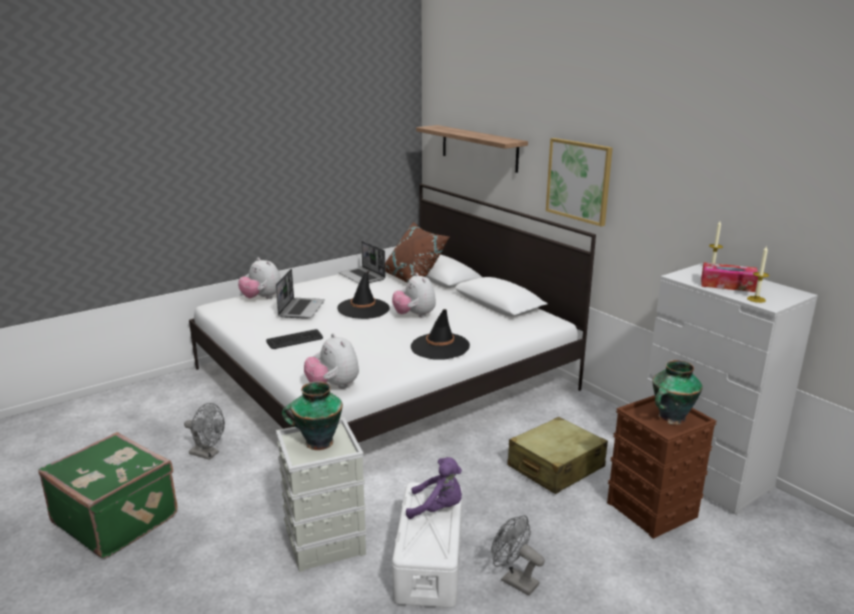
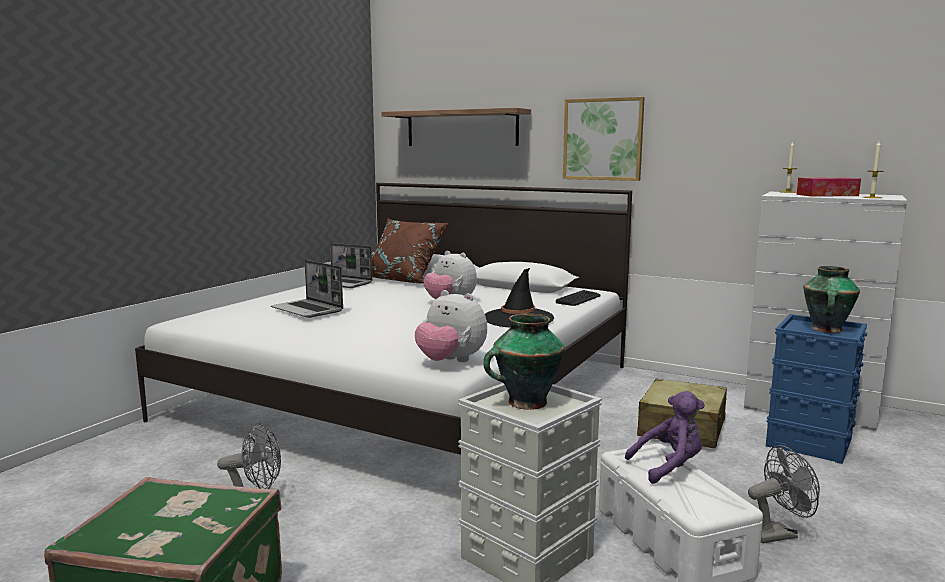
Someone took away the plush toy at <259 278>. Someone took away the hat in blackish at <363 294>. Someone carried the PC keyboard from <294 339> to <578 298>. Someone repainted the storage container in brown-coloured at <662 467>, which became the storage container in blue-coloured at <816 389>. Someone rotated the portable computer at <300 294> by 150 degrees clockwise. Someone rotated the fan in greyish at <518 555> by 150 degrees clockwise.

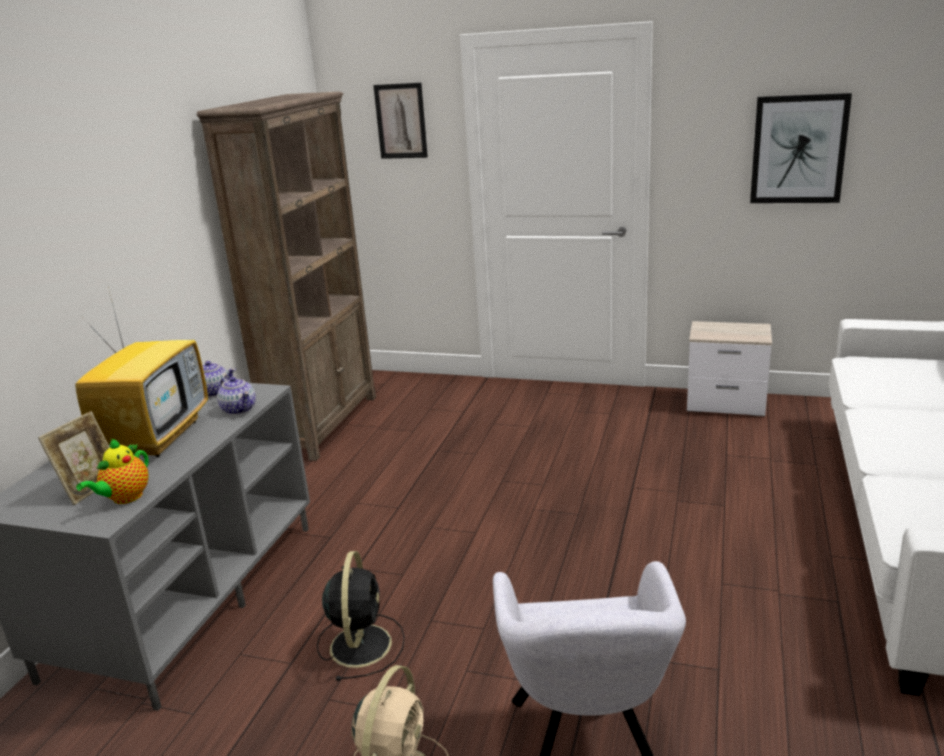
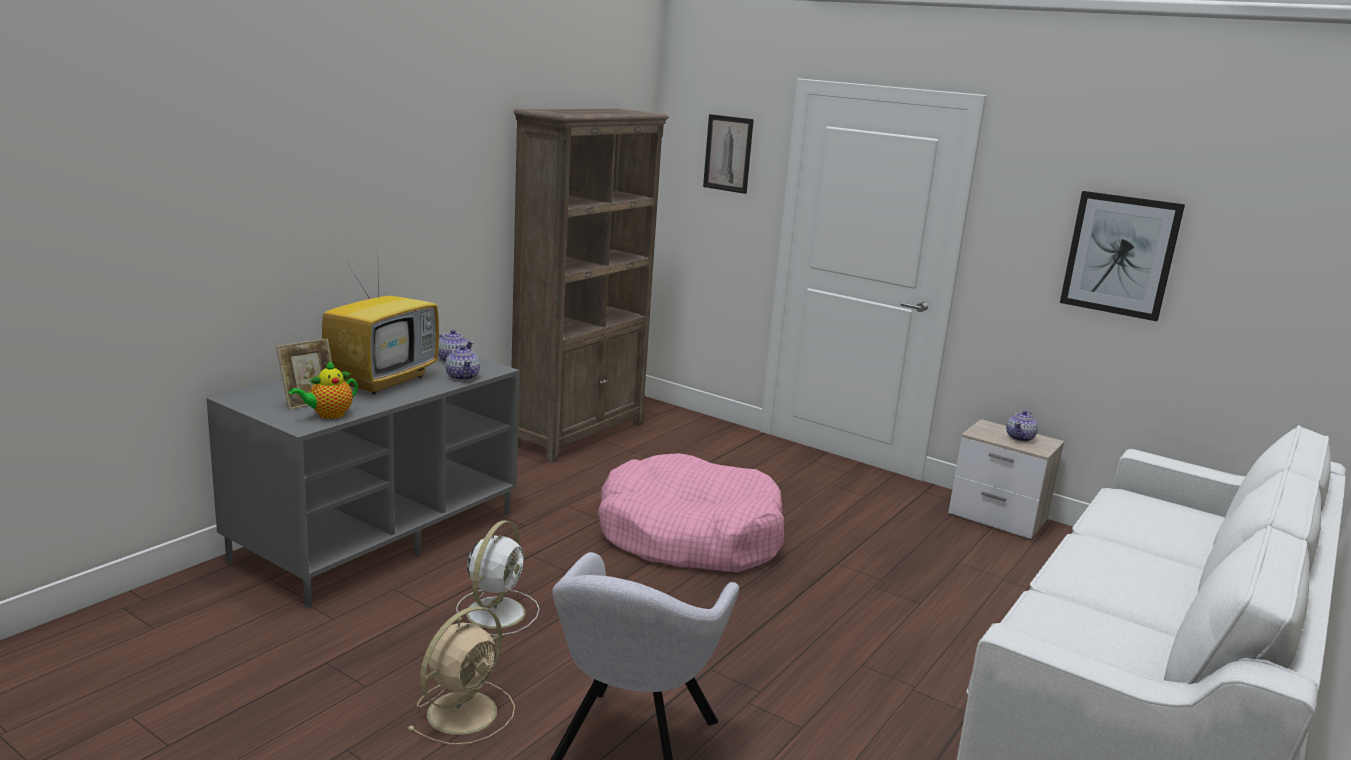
Someone put down the dog bed in pink at <691 513>. Someone put down the pot for tea at <1022 426>. Someone repainted the fan in blackish at <361 616>, which became the fan in white-coloured at <498 577>.

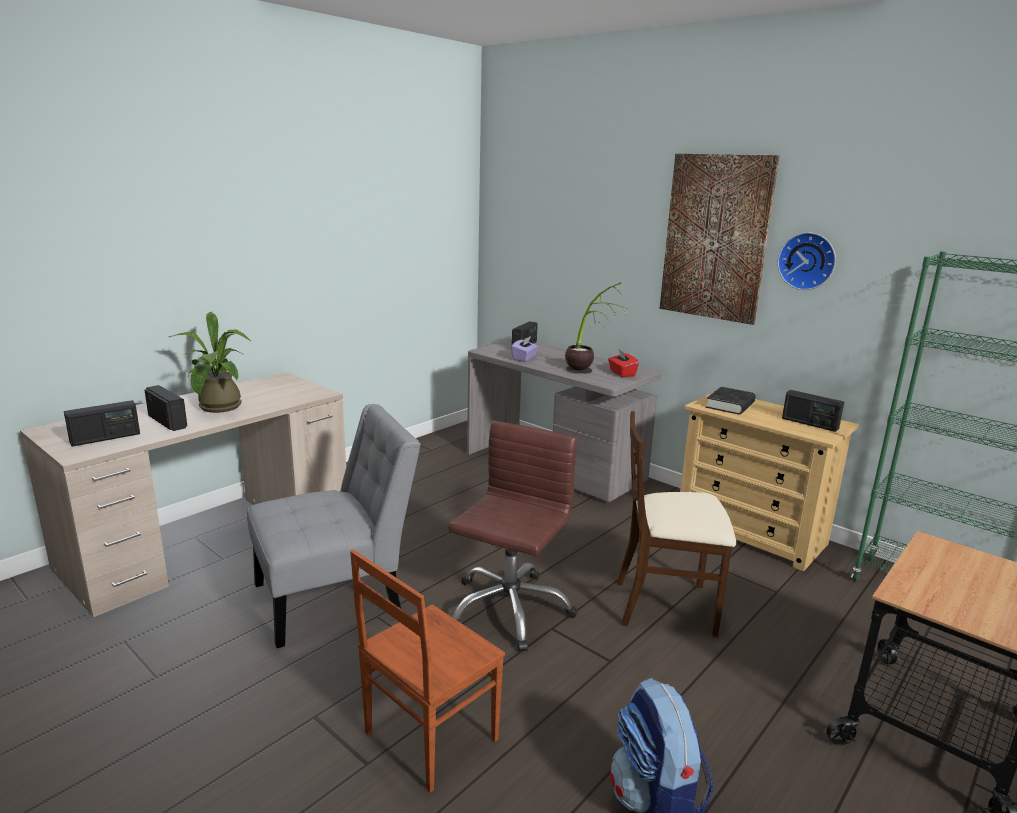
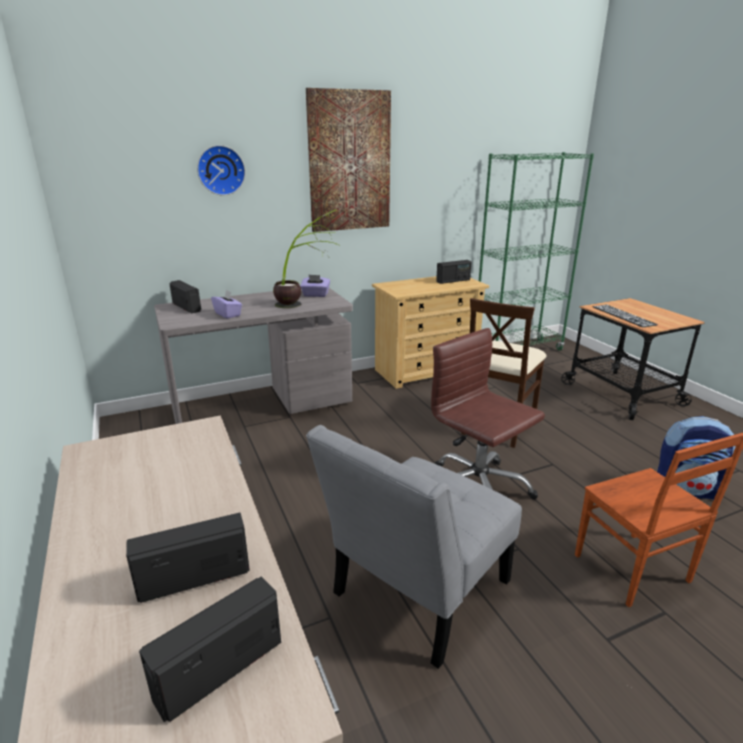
Someone took away the houseplant at <210 362>. Someone took away the volume in blackish at <730 401>. Someone put down the PC keyboard at <625 316>. Someone carried the wall clock from <807 261> to <221 170>. Someone repainted the box of tissues in reddish at <623 363>, which became the box of tissues in purplish at <315 285>. Someone rotated the radio receiver at <102 423> by 120 degrees counterclockwise. Someone rotated the upright chair in greyish at <334 526> by 135 degrees counterclockwise.

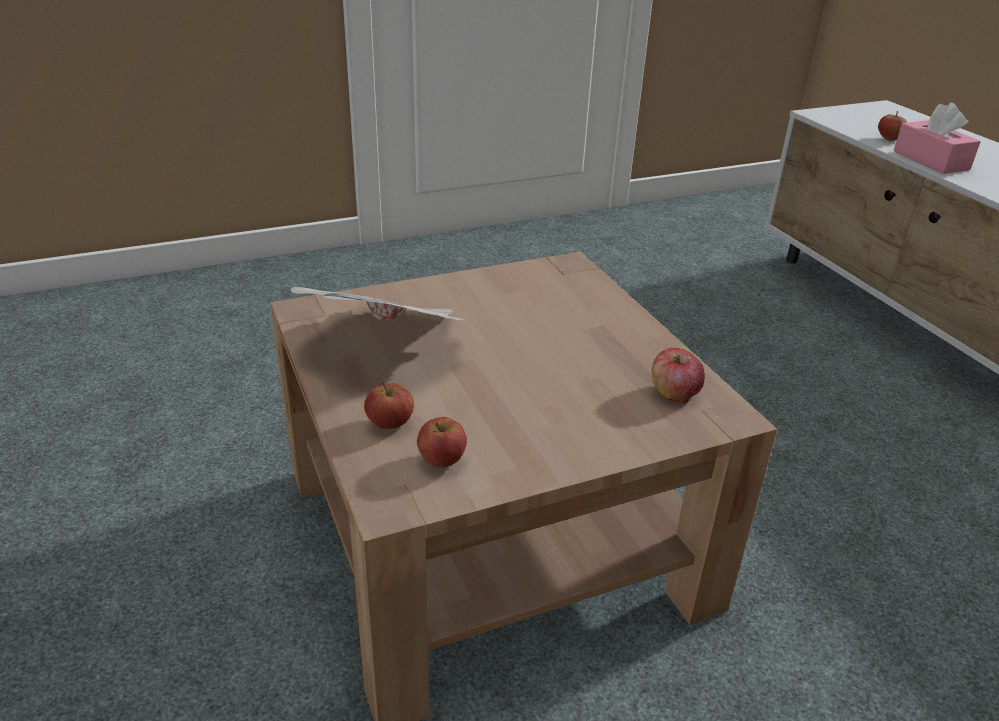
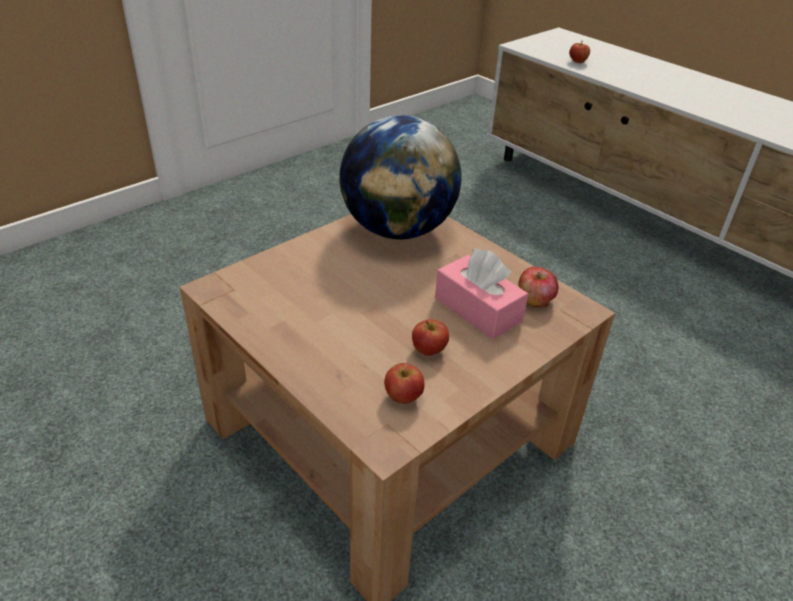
Someone took away the newspaper at <378 305>. Someone put down the globe at <400 177>. Someone carried the apple fruit from <389 405> to <430 337>. Someone carried the box of tissues in pink from <937 138> to <481 294>.

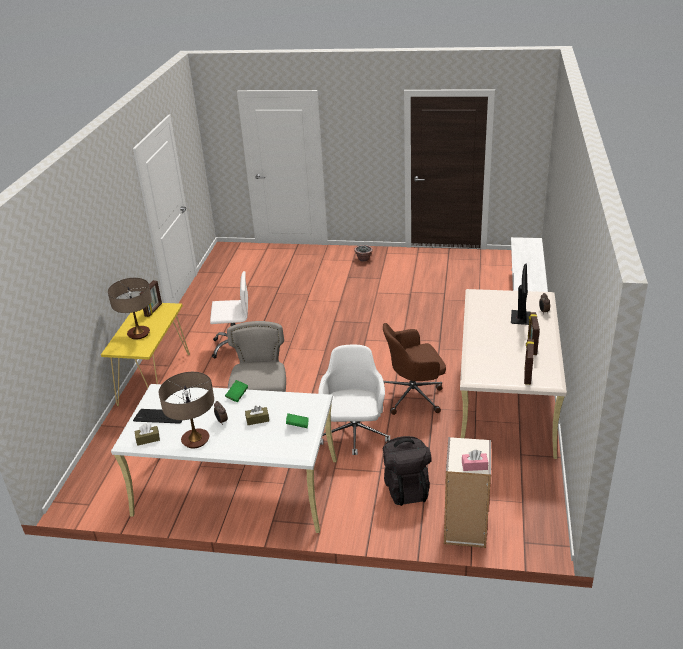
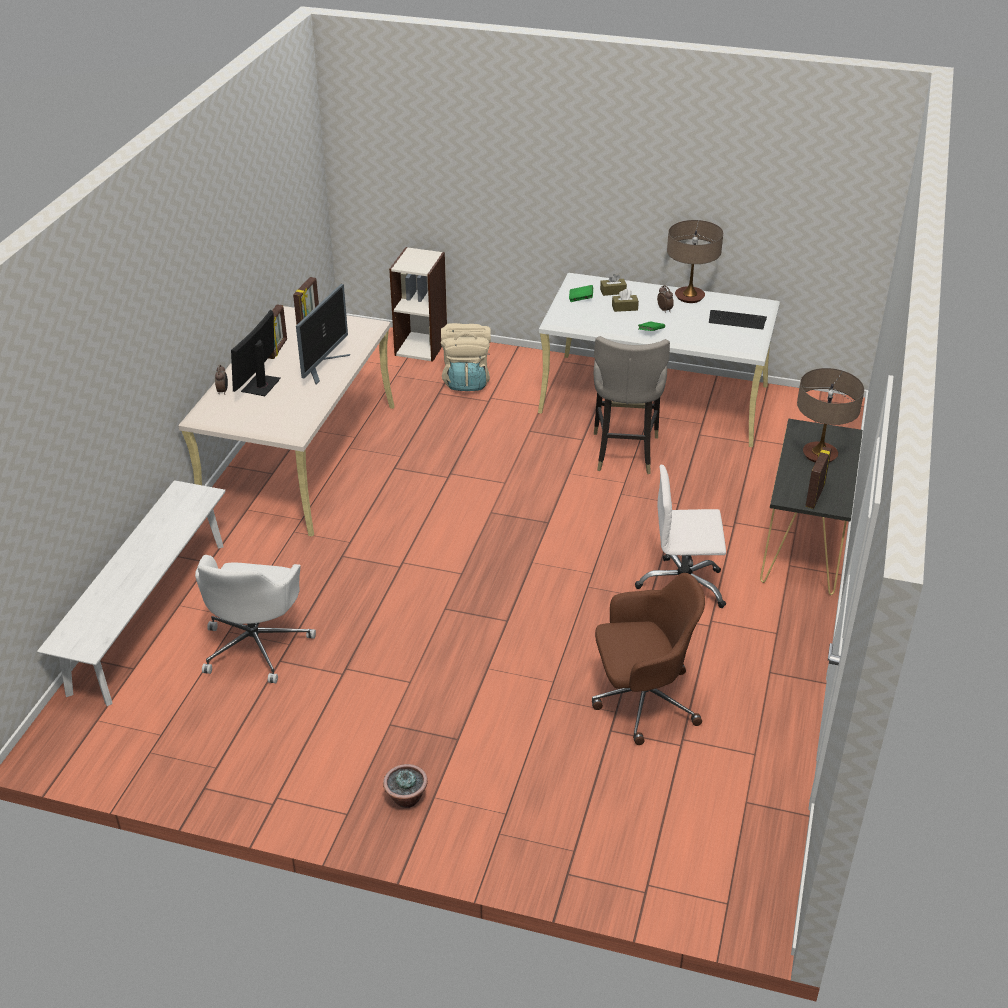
Someone took away the box of tissues in pink at <475 460>. Someone put down the monitor at <323 334>. Someone carried the box of tissues in brown-coloured from <147 435> to <613 285>. Someone carried the computer chair in white-coloured from <354 399> to <255 619>. Someone carried the computer chair in brown-coloured from <414 369> to <648 659>. Someone repainted the narrow table in yellow at <145 354>, which became the narrow table in blackish at <811 507>. Someone repainted the backpack in blackish at <407 471>, which became the backpack in beige at <466 357>.

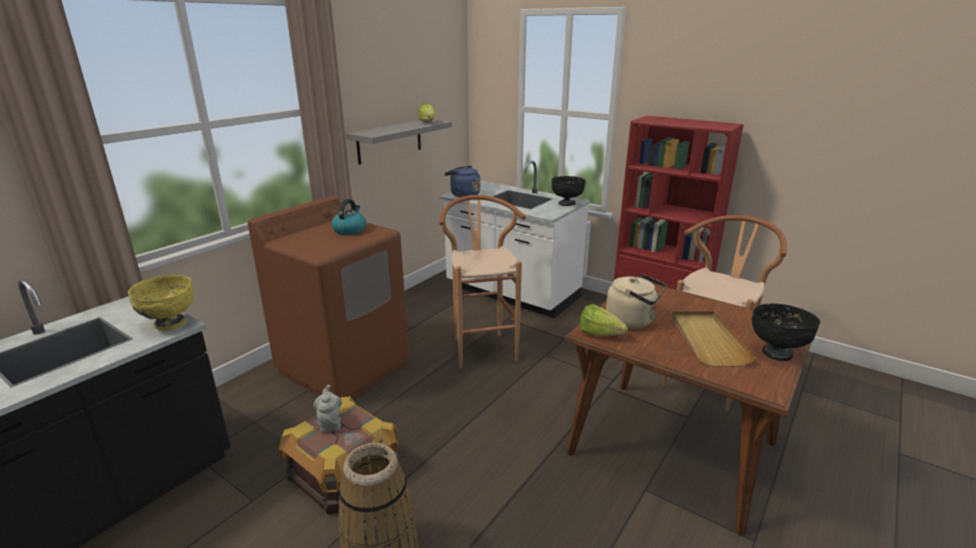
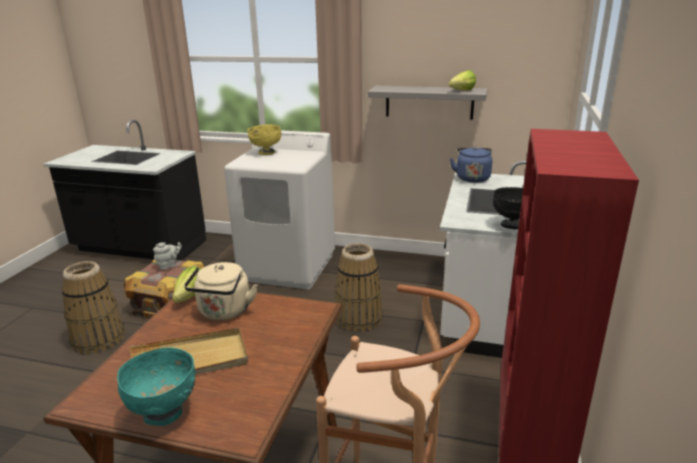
Someone took away the kettle at <348 217>. Someone carried the bowl in yellow from <161 303> to <264 140>. Someone swapped the stool in brown-coloured at <482 281> for the basket at <359 287>. Someone repainted the laundry appliance in brown-coloured at <328 297>, which became the laundry appliance in white-coloured at <279 209>. Someone repainted the bowl in blackish at <786 332>, which became the bowl in turquoise-coloured at <156 386>.

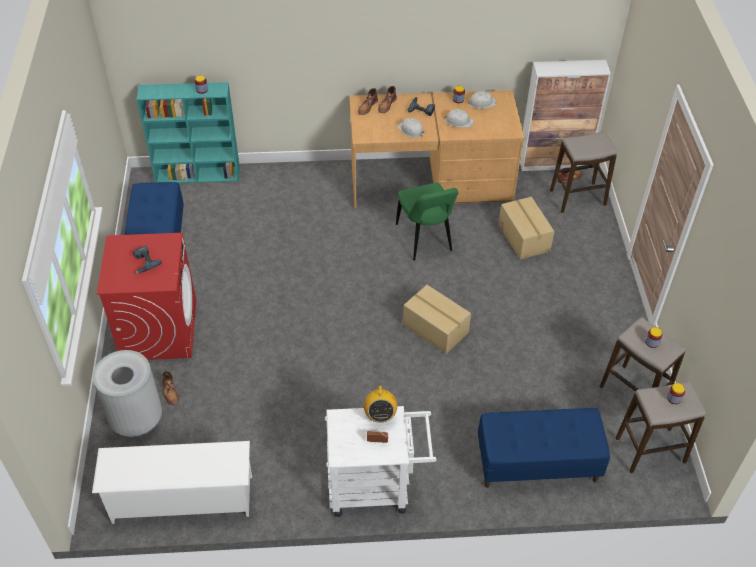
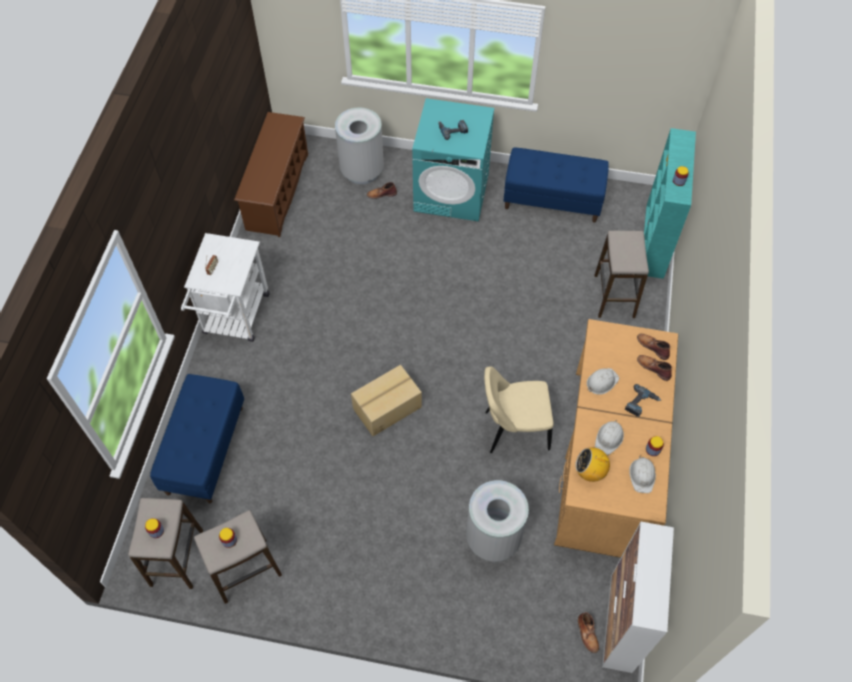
Someone carried the radio receiver from <380 404> to <594 464>. Someone carried the stool from <583 172> to <622 274>. Someone swapped the packing box at <527 228> for the trash can in greyish at <497 521>. Someone repainted the shoe rack in white-coloured at <172 482>, which became the shoe rack in brown-coloured at <271 174>. Someone repainted the laundry appliance in reddish at <146 296>, which became the laundry appliance in turquoise-coloured at <453 159>. Someone repainted the upright chair in green-coloured at <427 221>, which became the upright chair in beige at <519 409>.

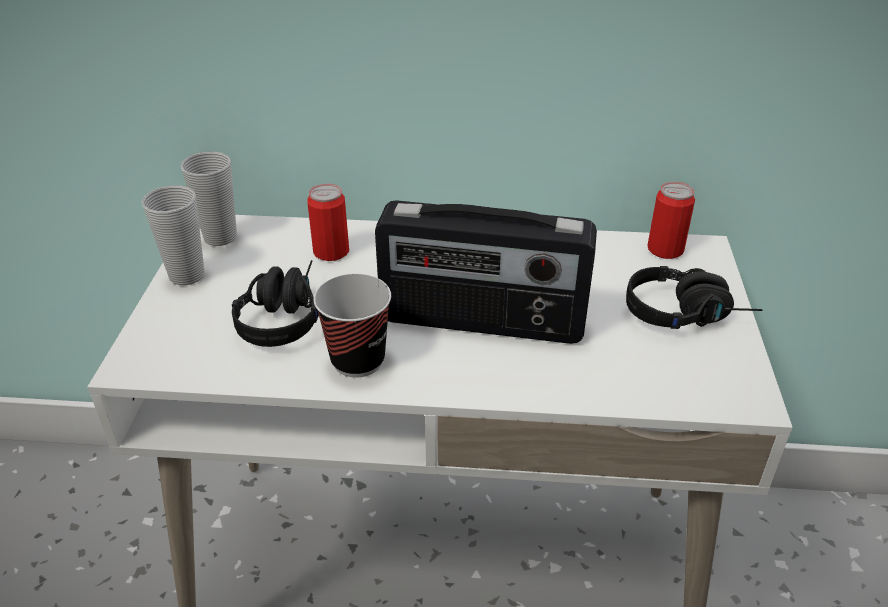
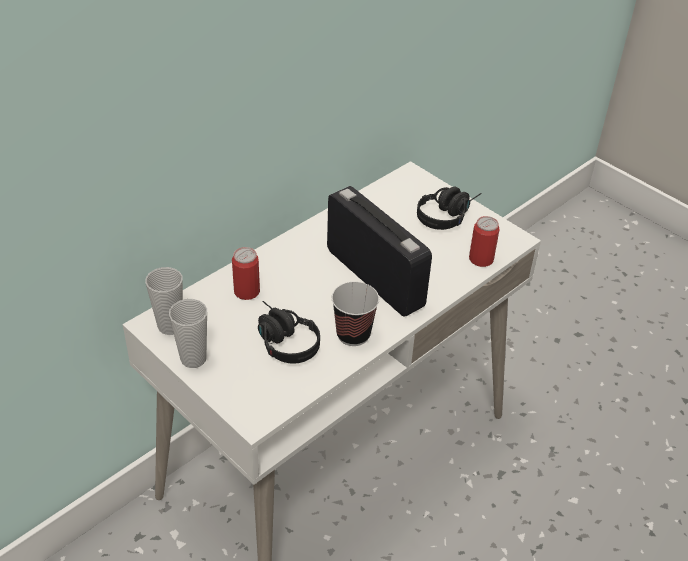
Someone carried the sealed can from <671 220> to <484 241>. Someone rotated the radio receiver at <486 272> by 90 degrees counterclockwise.

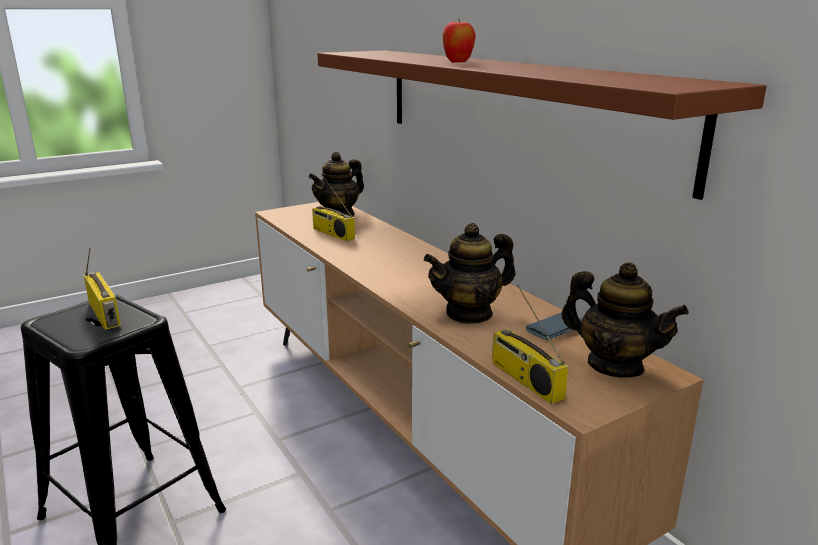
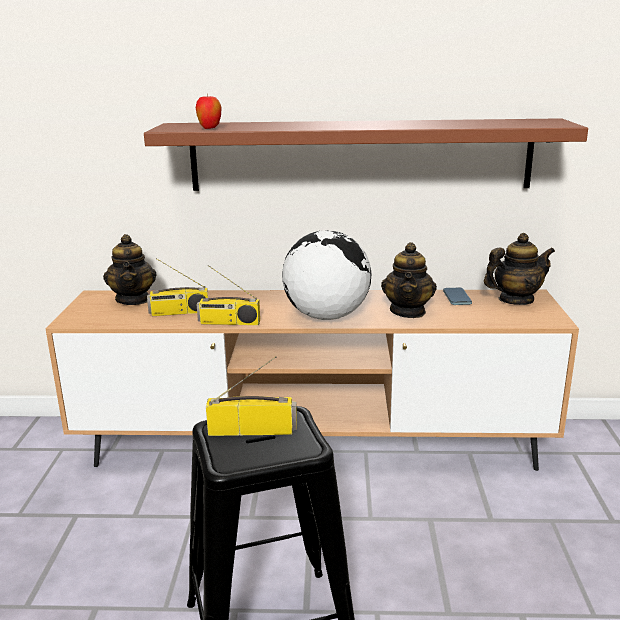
Someone put down the globe at <326 275>. Someone carried the apple fruit from <459 42> to <208 111>. Someone carried the radio receiver from <530 344> to <228 295>.

